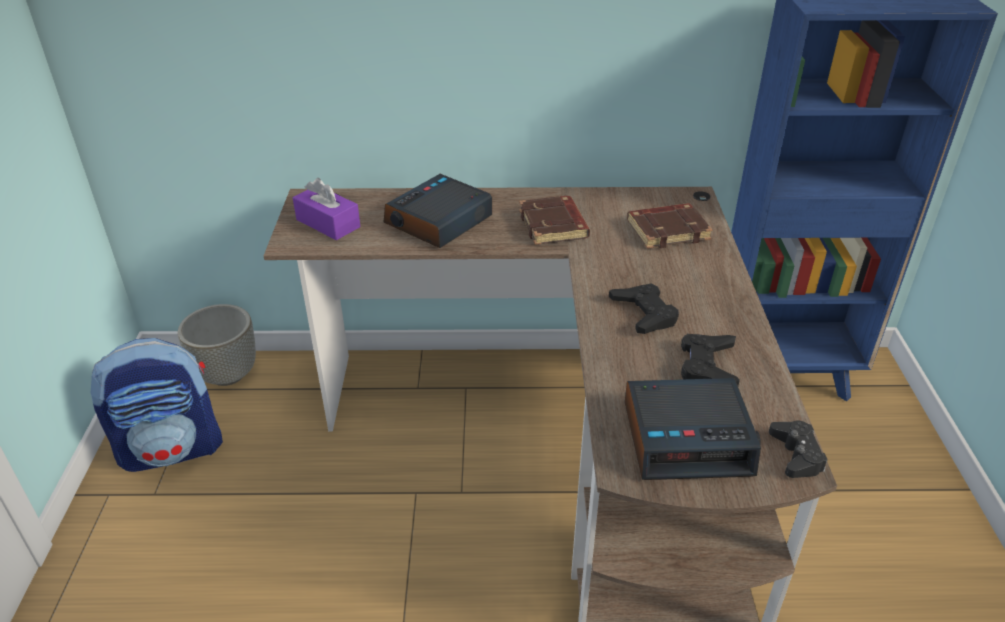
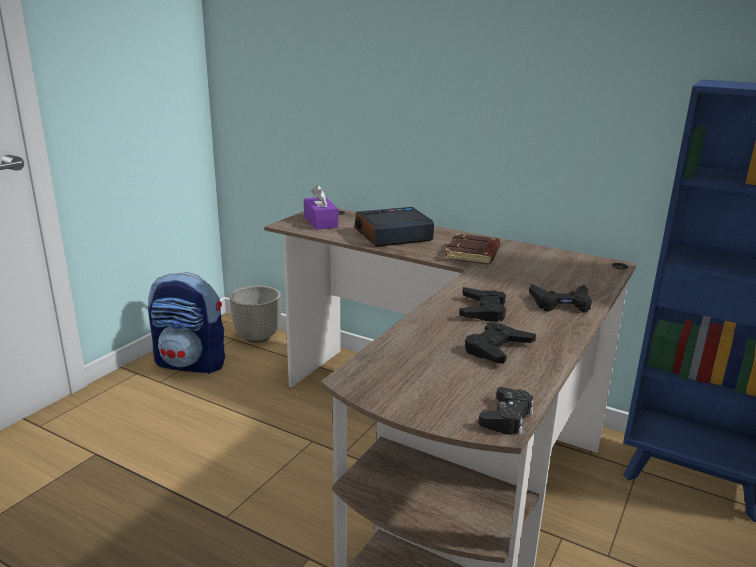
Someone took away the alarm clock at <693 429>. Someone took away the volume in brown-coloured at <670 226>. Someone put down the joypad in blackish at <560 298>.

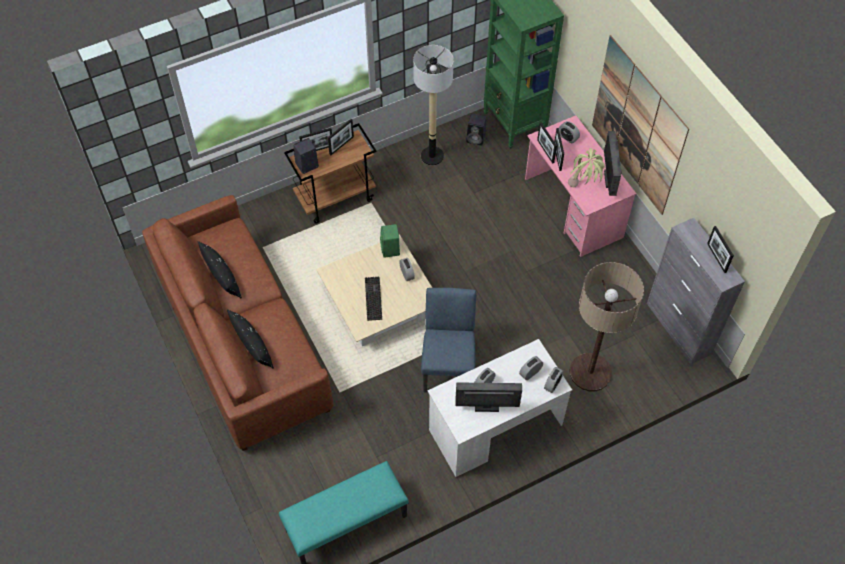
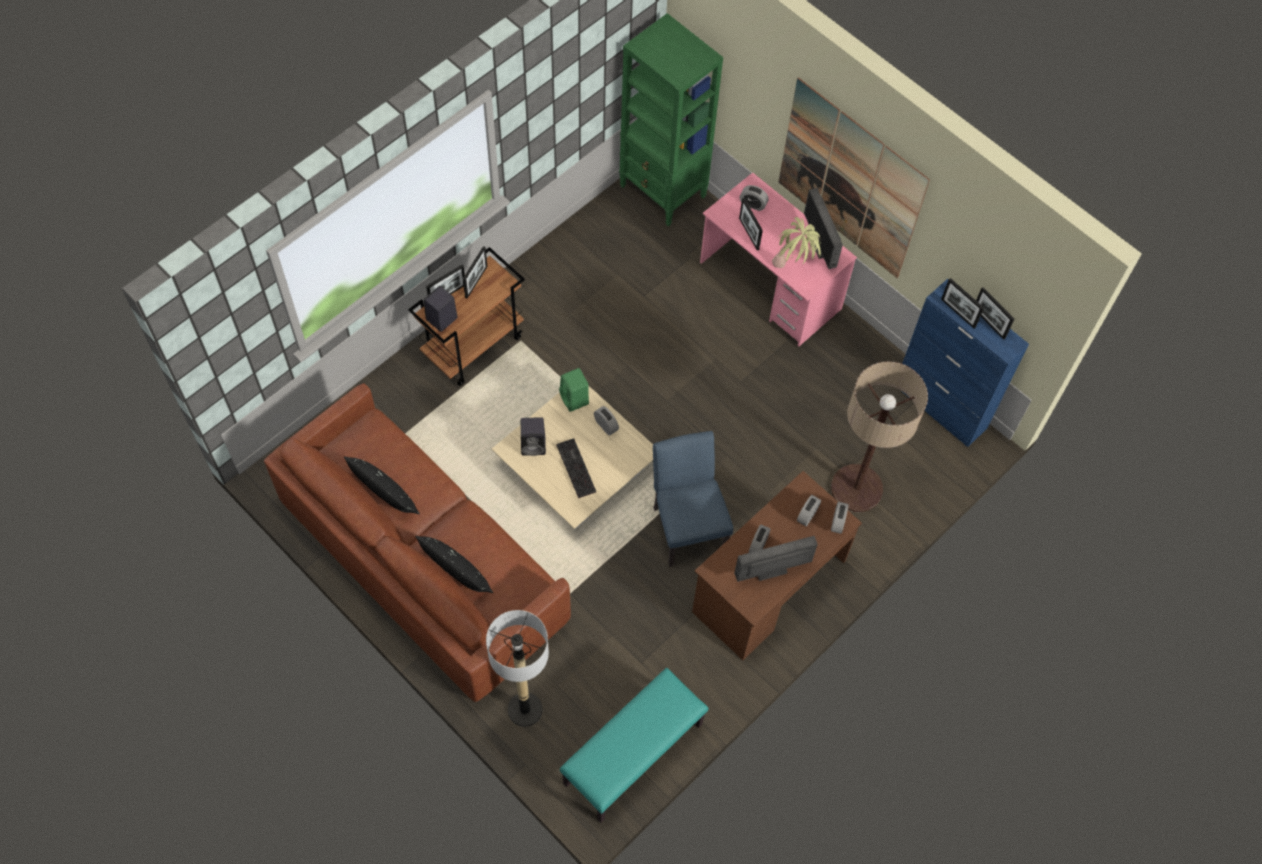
Someone carried the floor lamp from <433 105> to <517 668>. Someone carried the audio speaker in blackish from <476 130> to <533 436>. Someone carried the standing frame from <547 143> to <962 303>. Someone repainted the desk in white-coloured at <500 408>, which became the desk in brown-coloured at <777 565>. Someone repainted the cupboard in greyish at <696 291>, which became the cupboard in blue-coloured at <964 363>.

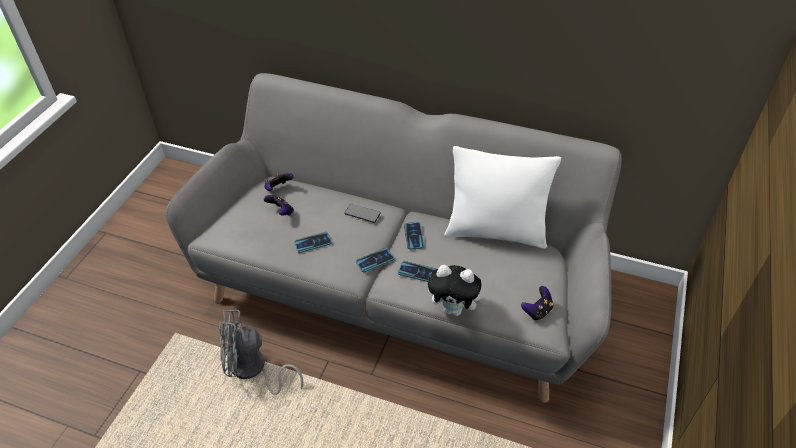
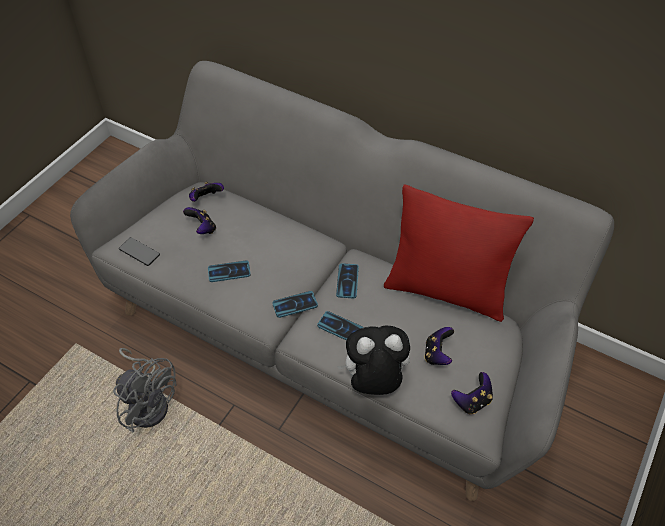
Someone put down the joypad at <439 346>. Someone carried the handset from <362 213> to <139 251>. Someone repainted the throw pillow in white-coloured at <503 197>, which became the throw pillow in reddish at <459 253>. Someone rotated the fan in greyish at <261 352> by 150 degrees counterclockwise. Someone rotated the plush toy at <458 290> by 150 degrees clockwise.

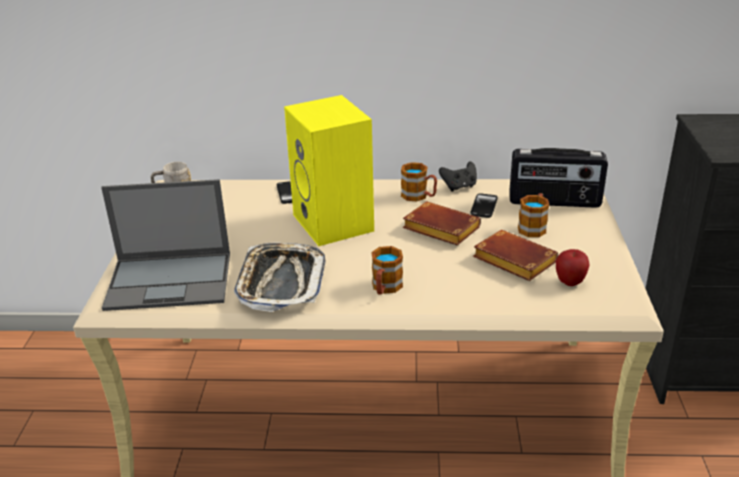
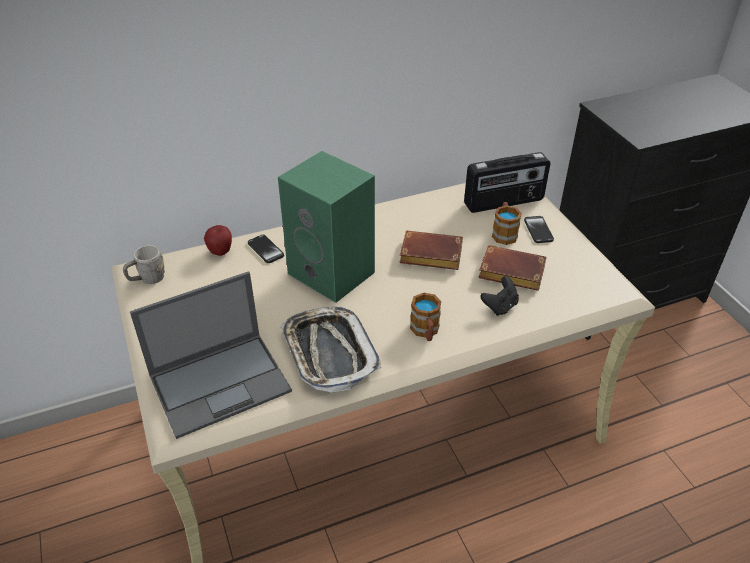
Someone took away the tea mug at <419 181>. Someone carried the joypad in blackish from <458 176> to <499 296>. Someone carried the handset from <483 205> to <539 229>. Someone carried the apple fruit from <573 267> to <218 240>. Someone repainted the audio speaker in yellow at <329 170>, which became the audio speaker in green-coloured at <326 227>.

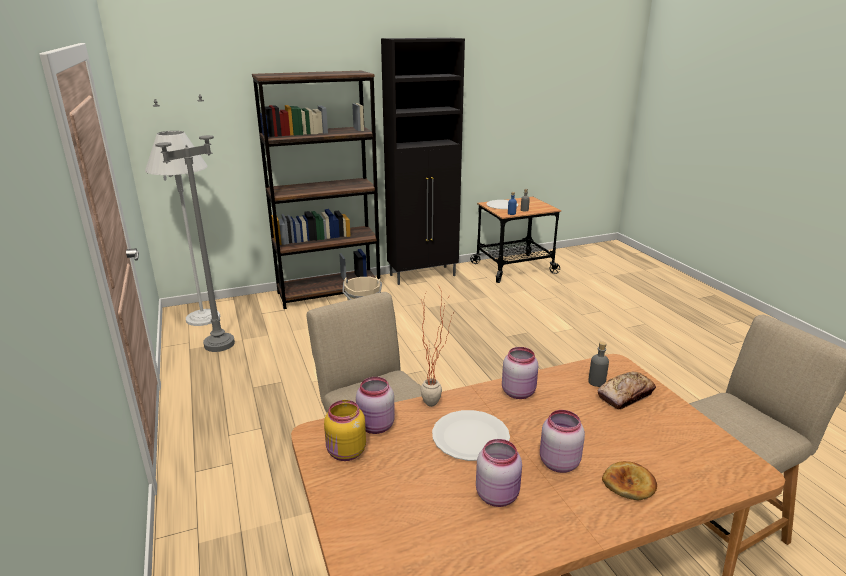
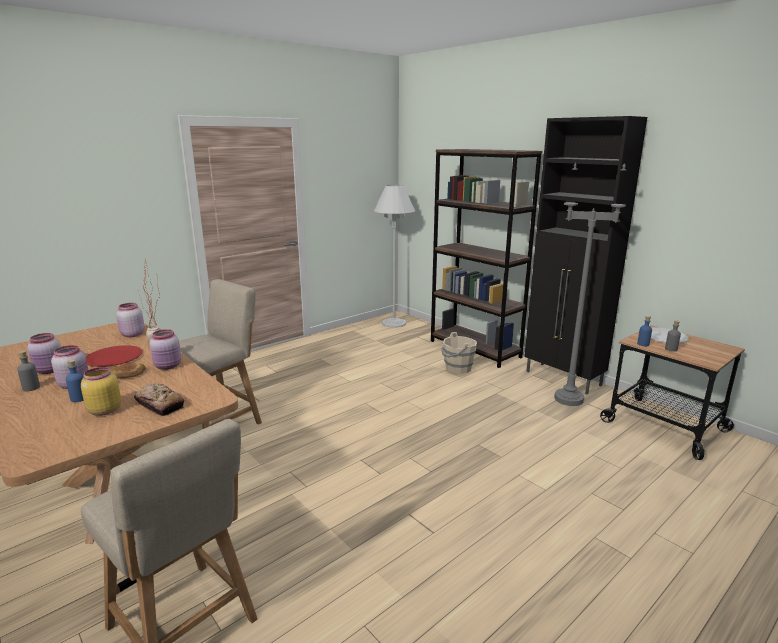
Someone put down the beverage bottle in blue-coloured at <75 381>. Someone carried the floor lamp in greyish from <194 223> to <590 284>. Someone carried the storage jar in yellow from <345 430> to <101 391>. Someone carried the beverage bottle in greyish from <598 364> to <28 371>. Someone carried the bread from <629 480> to <128 370>. Someone repainted the plate in white-coloured at <471 435>, which became the plate in reddish at <114 356>.

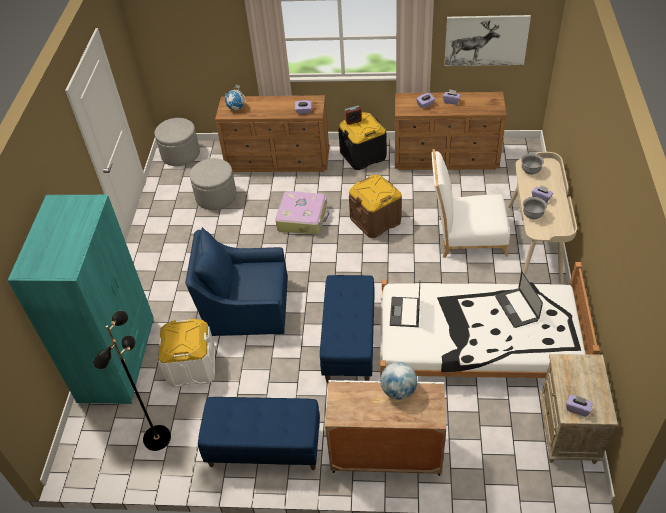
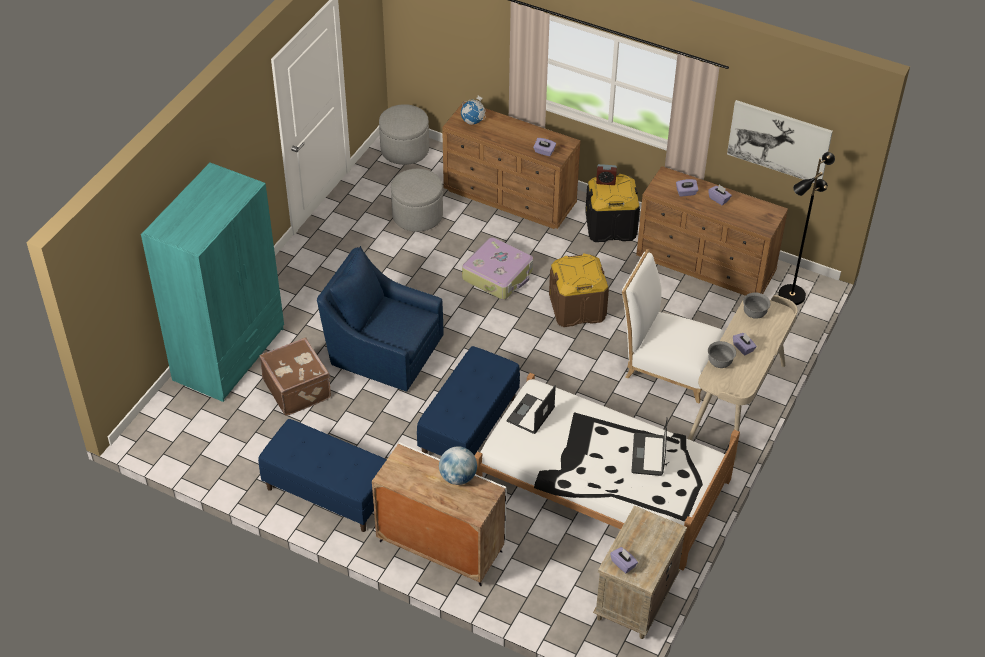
Someone carried the floor lamp in blackish from <132 381> to <806 228>. Someone swapped the storage container in white-coloured at <186 353> for the piece of luggage in brown-coloured at <295 376>.

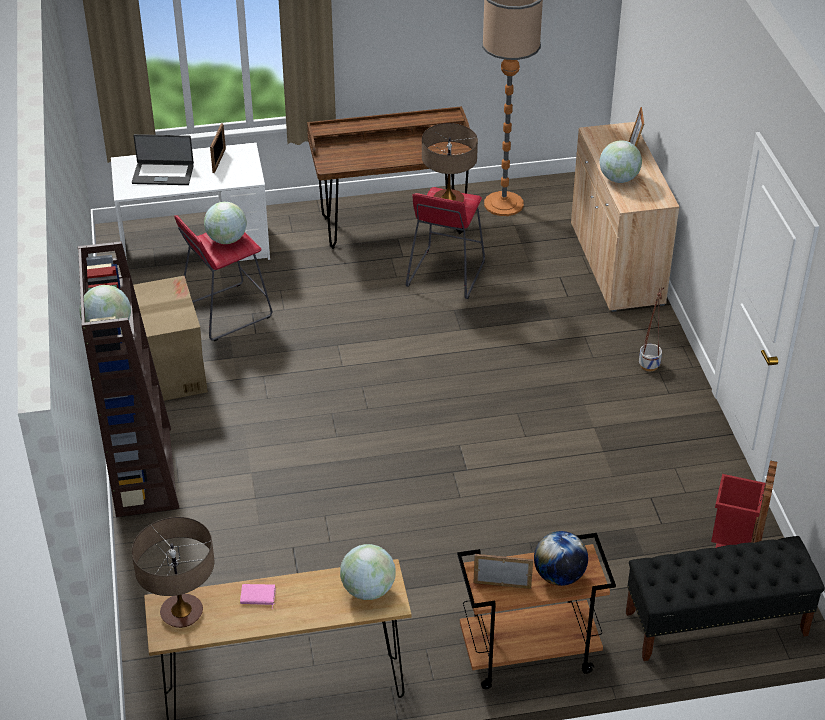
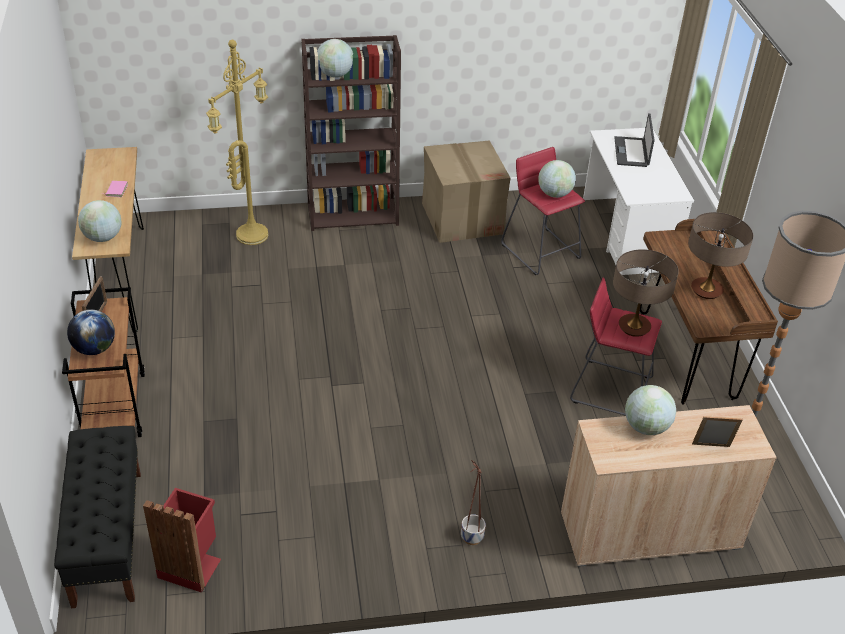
Someone took away the standing frame at <218 148>. Someone put down the floor lamp in yellow at <237 142>. Someone carried the lamp for a table from <173 572> to <720 255>.

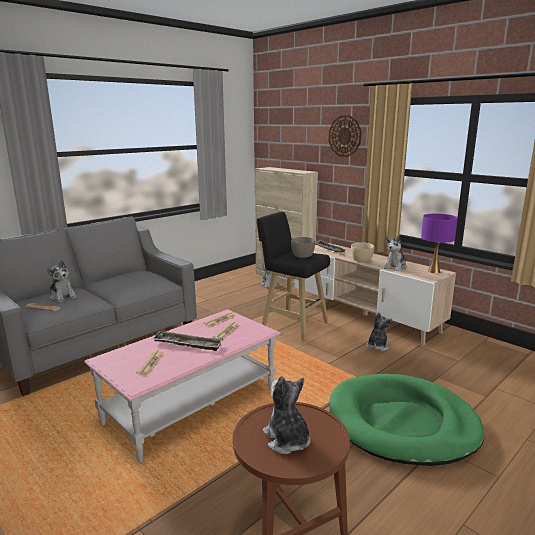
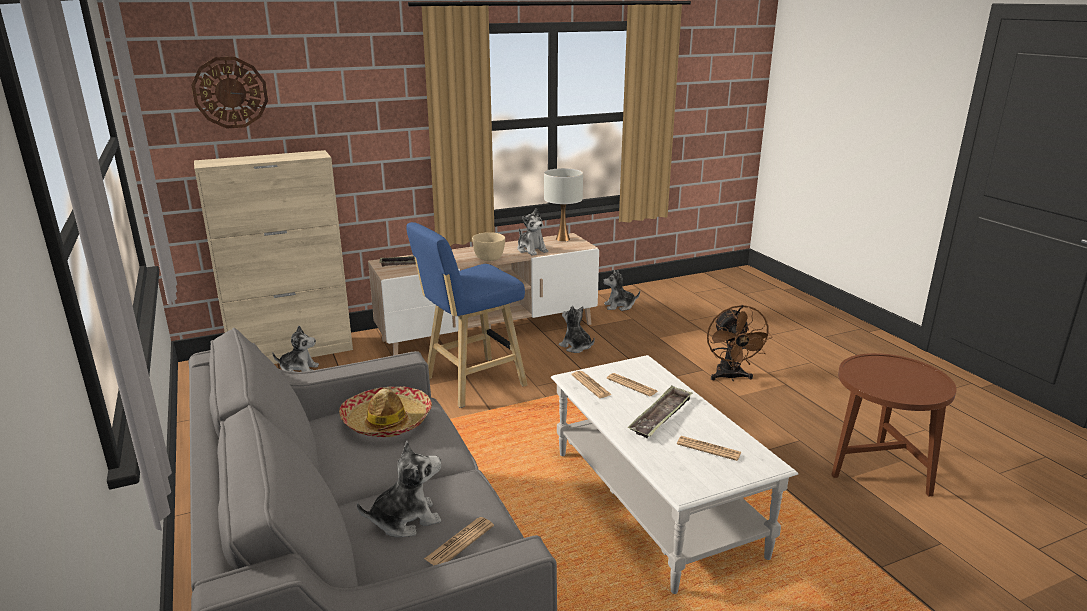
Someone took away the bowl in greyish at <303 247>. Someone put down the hat at <385 411>. Someone carried the plush toy from <287 415> to <621 290>. Someone carried the wall clock from <345 136> to <230 93>. Someone swapped the dog bed in green-coloured at <407 420> for the fan in brown-coloured at <740 343>. Someone repainted the low table in pink at <182 386>, which became the low table in white-coloured at <674 474>. Someone repainted the stool in blackish at <293 276>, which became the stool in blue-coloured at <467 315>. Someone repainted the lamp for a table in purplish at <439 243>, which became the lamp for a table in white-coloured at <563 205>.

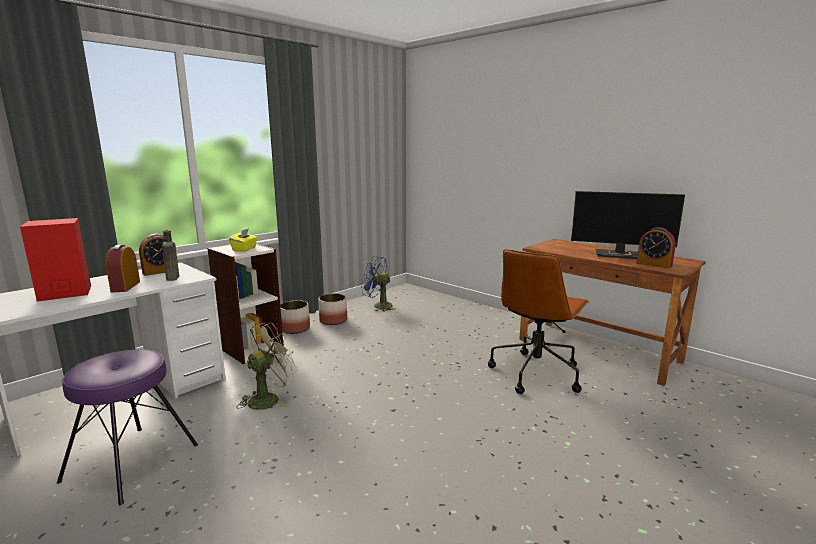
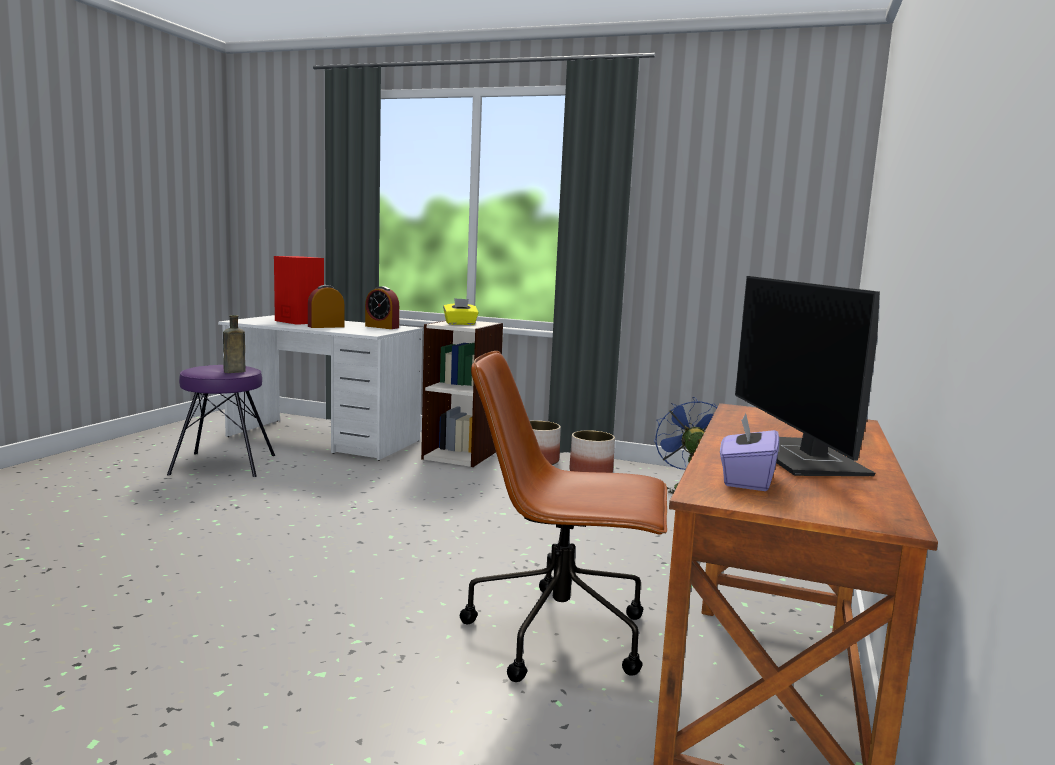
Someone took away the fan in green-coloured at <267 366>. Someone carried the beverage bottle in brown-coloured from <170 255> to <234 344>. Someone swapped the alarm clock at <656 248> for the box of tissues in purplish at <749 452>.

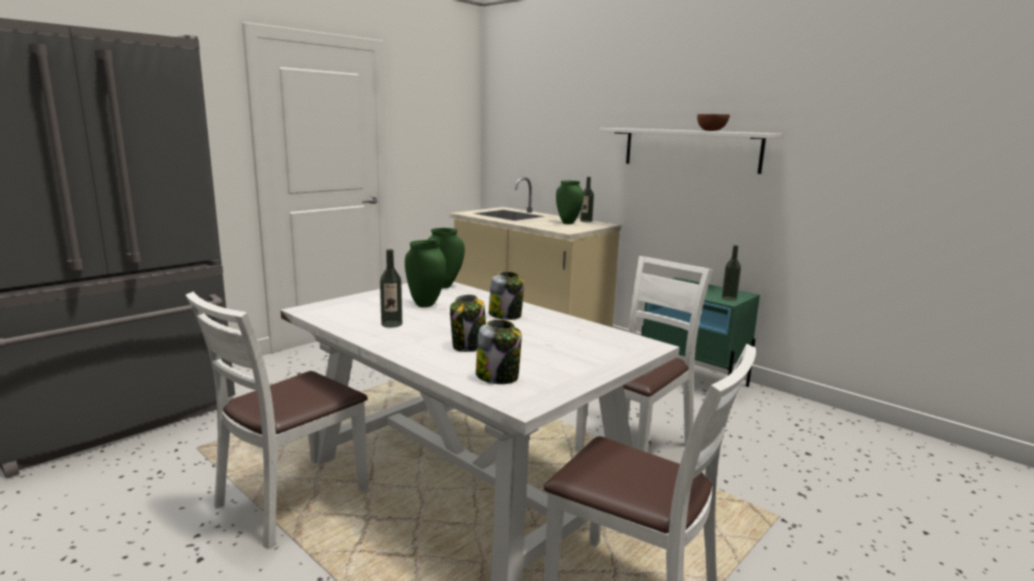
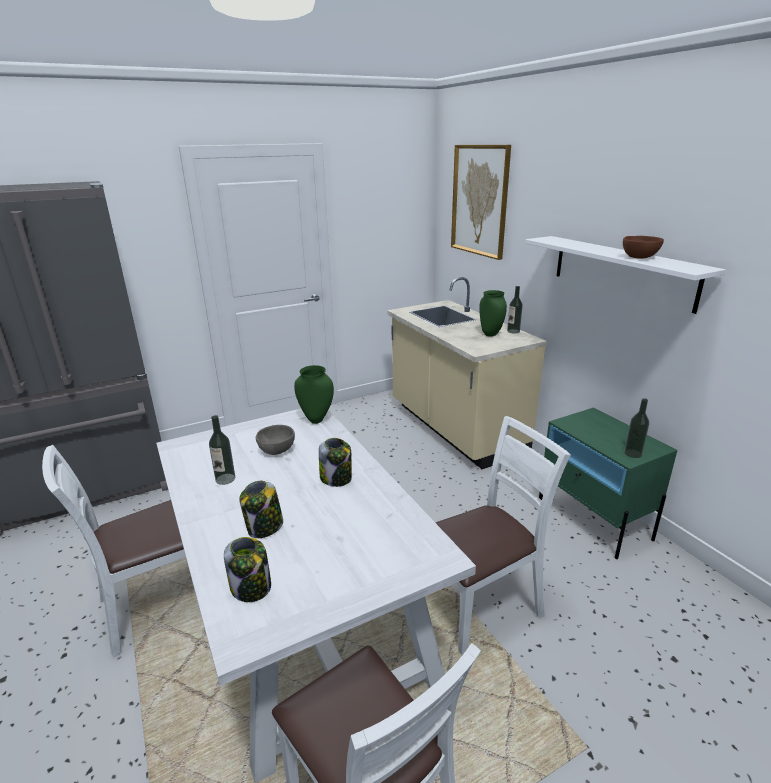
Someone put up the picture at <481 202>. Someone swapped the flower vase in green-coloured at <425 274> for the bowl in greyish at <275 440>.

